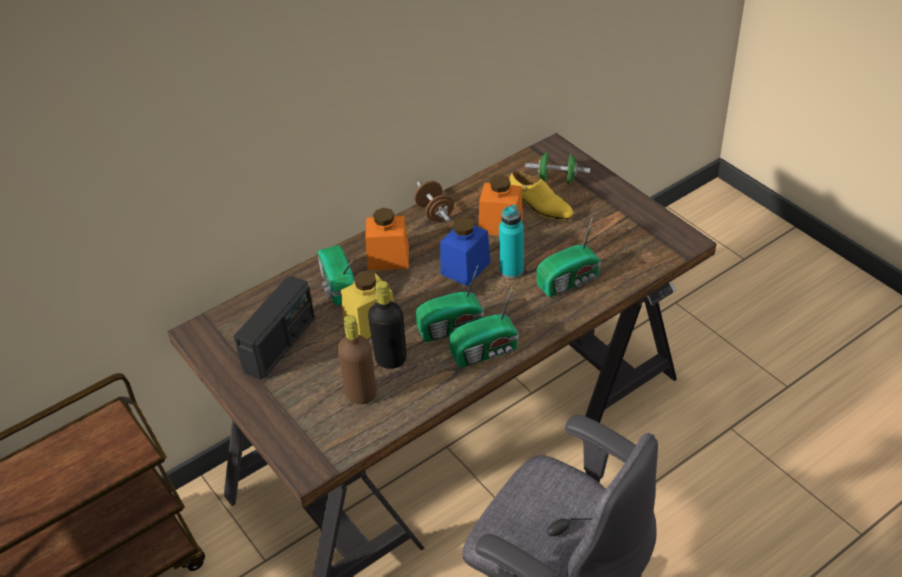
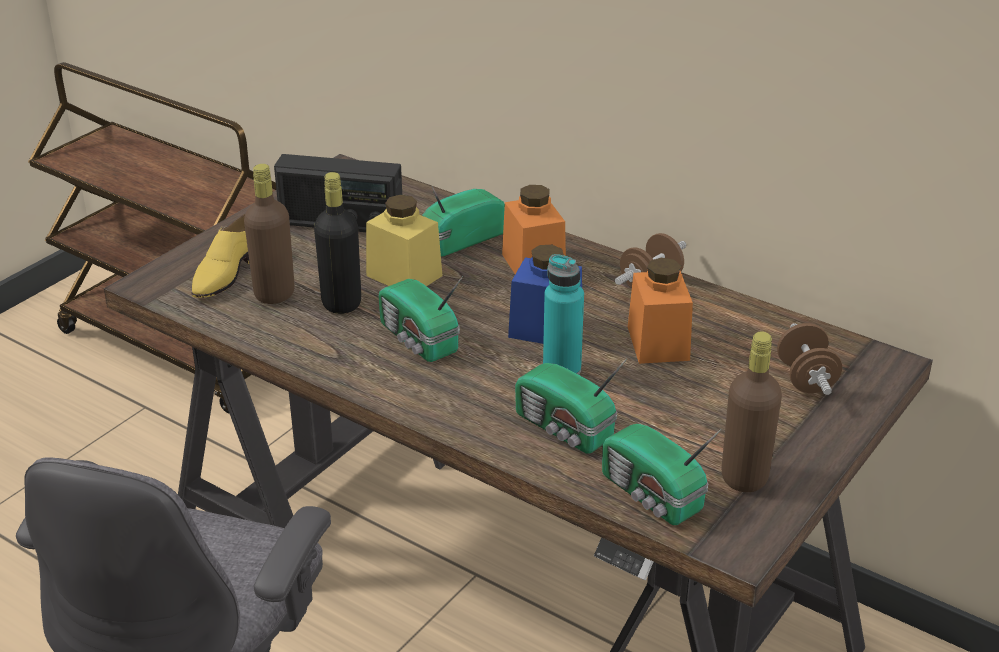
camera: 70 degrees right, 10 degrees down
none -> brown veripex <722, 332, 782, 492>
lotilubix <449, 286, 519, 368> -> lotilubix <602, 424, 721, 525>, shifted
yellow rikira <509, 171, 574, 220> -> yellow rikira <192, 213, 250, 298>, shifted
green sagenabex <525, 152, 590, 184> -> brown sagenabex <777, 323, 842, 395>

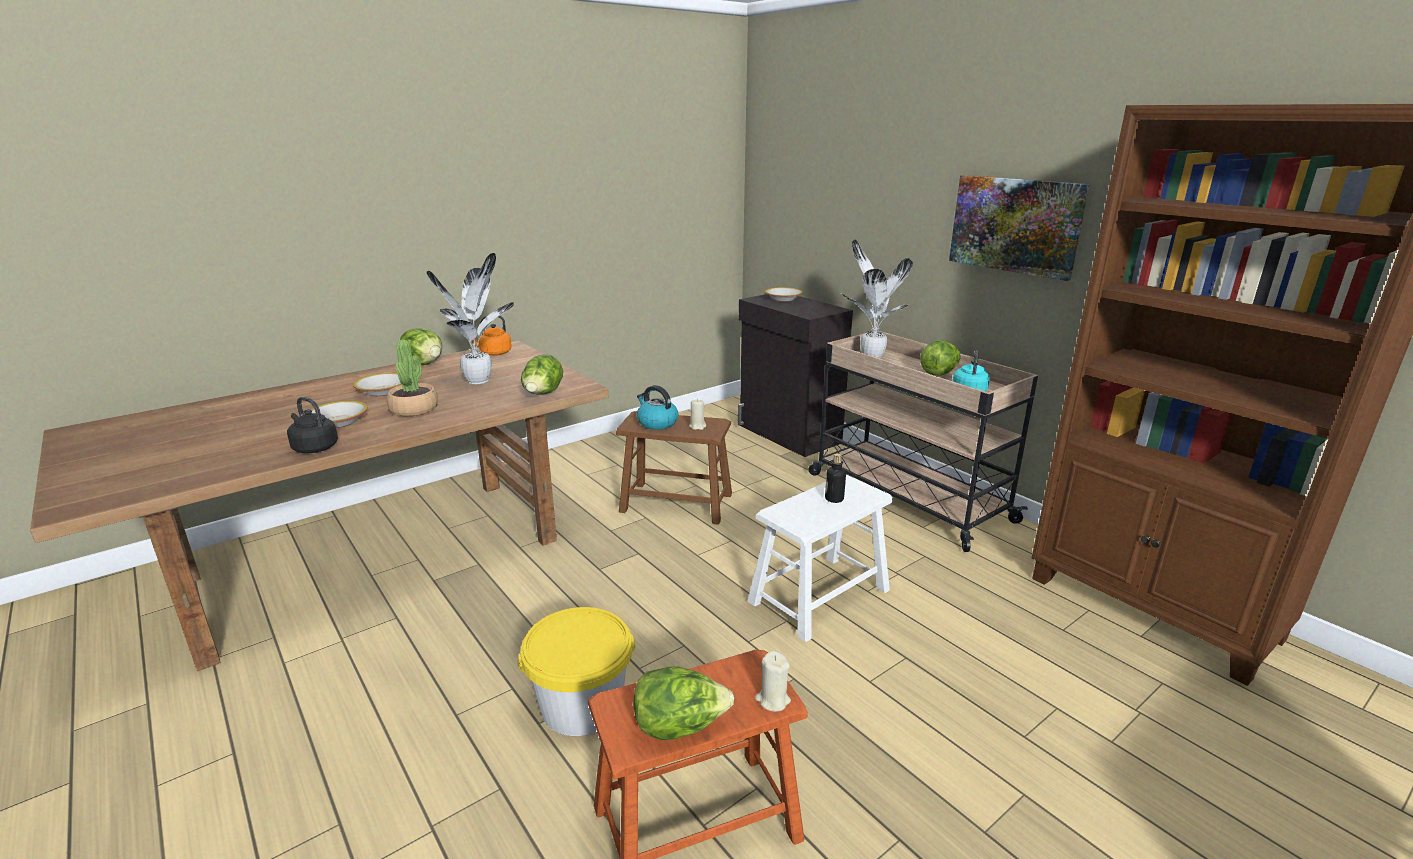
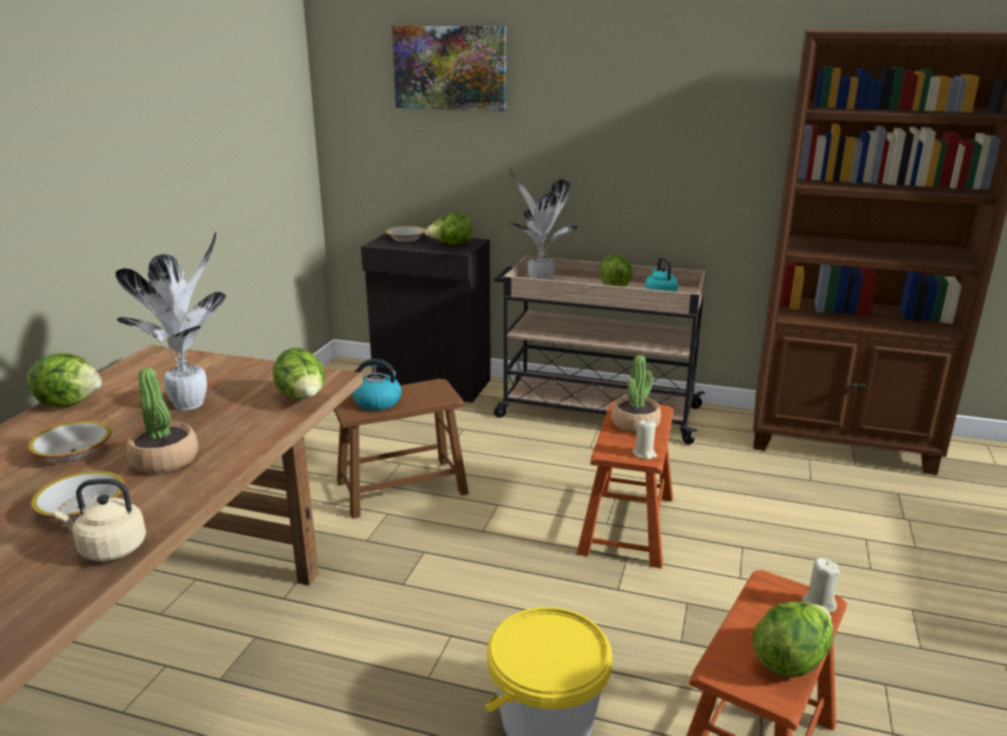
camera: 35 degrees left, 0 degrees up
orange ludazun <475, 316, 512, 355> -> none
none -> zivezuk <425, 213, 472, 245>
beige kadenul <689, 400, 706, 430> -> beige kadenul <633, 419, 657, 460>, shifted
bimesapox <949, 175, 1090, 281> -> bimesapox <392, 26, 506, 111>, shifted
veripex <825, 453, 846, 503> -> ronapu <611, 355, 661, 433>
black ludazun <287, 397, 338, 453> -> beige ludazun <55, 479, 146, 561>
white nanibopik <747, 475, 893, 642> -> brown nanibopik <577, 400, 674, 568>

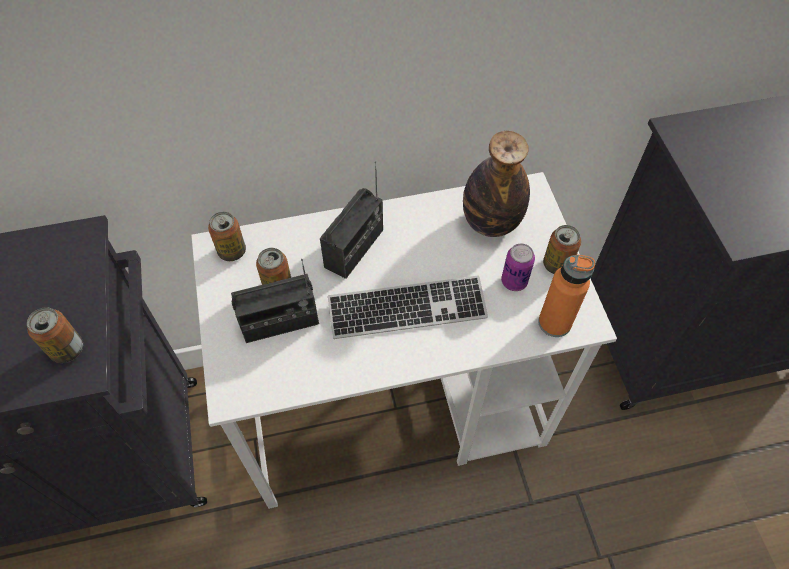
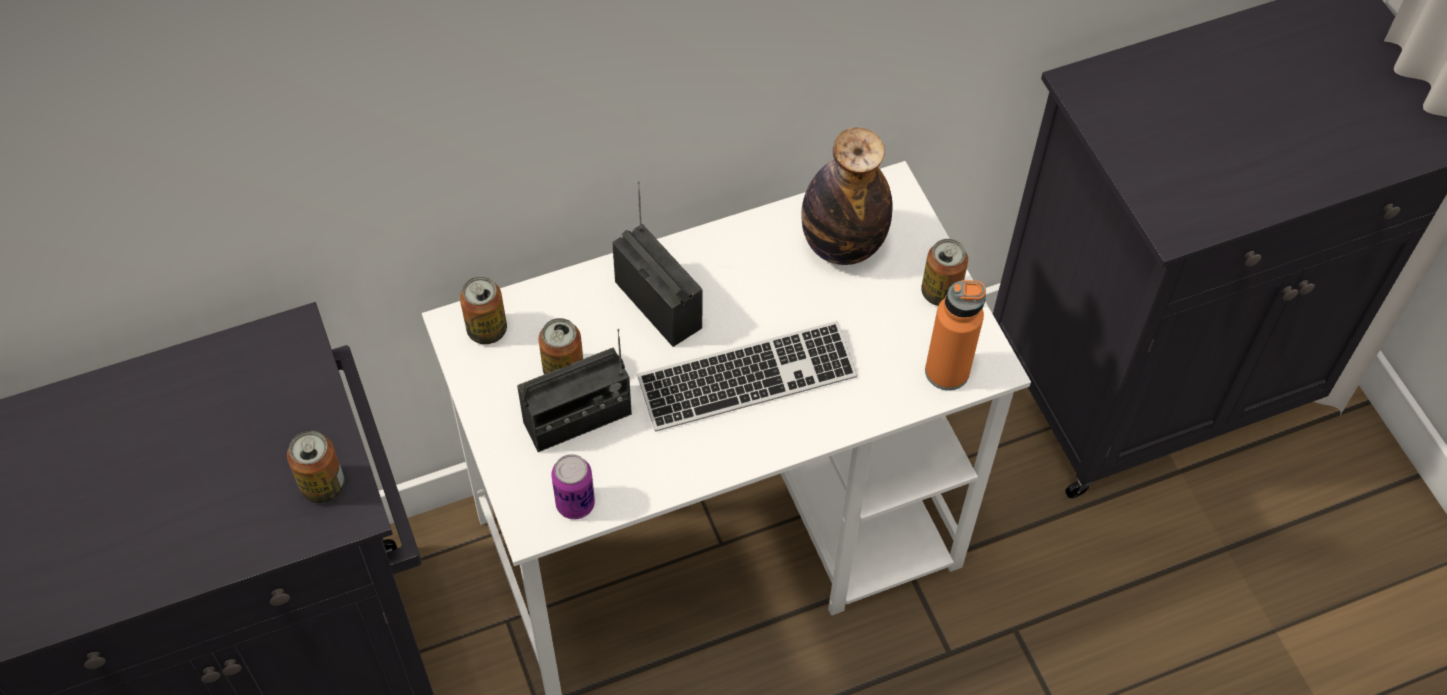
camera: 10 degrees left, 0 degrees up
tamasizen <501, 244, 535, 291> -> tamasizen <551, 454, 595, 519>, shifted
lotilubix <320, 161, 383, 279> -> lotilubix <612, 181, 702, 347>, 60 degrees counterclockwise

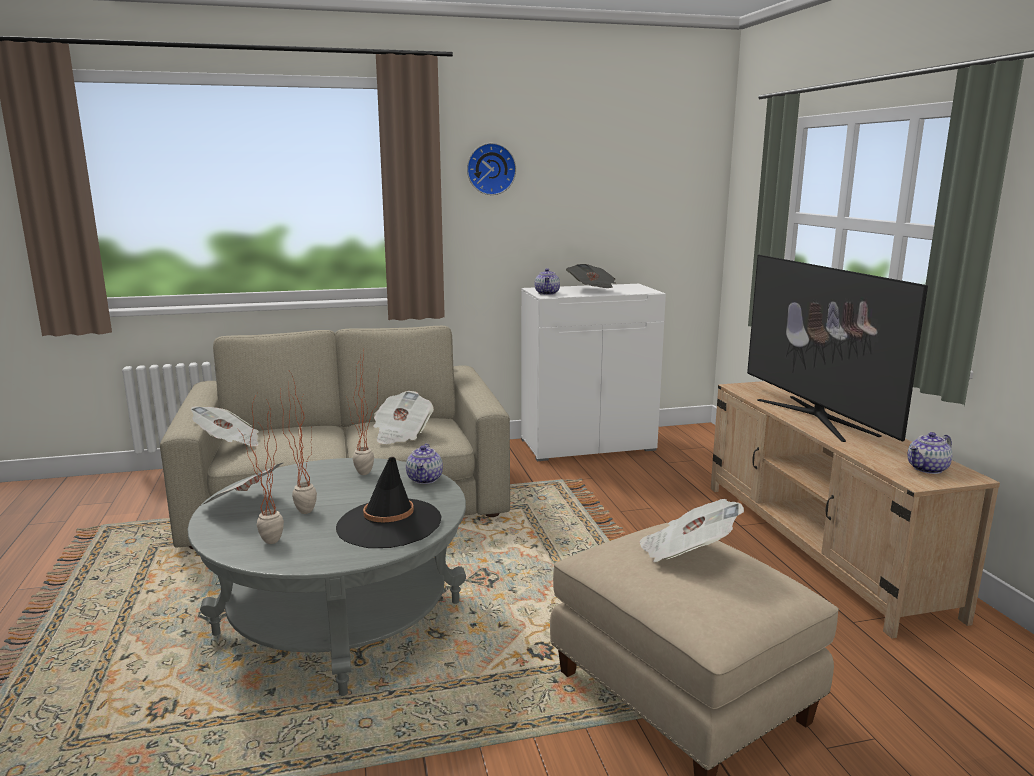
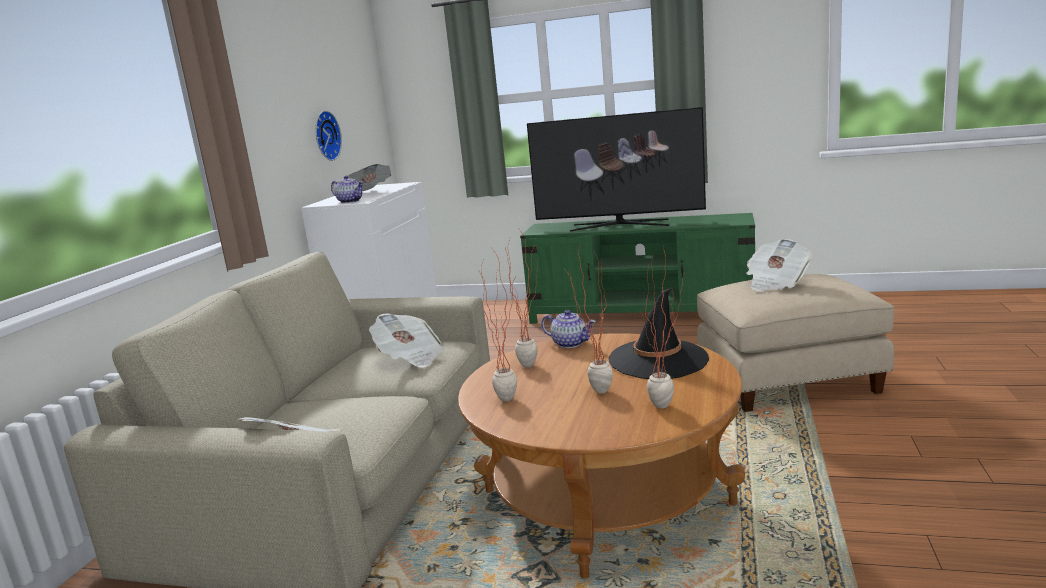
camera: 60 degrees left, 0 degrees up
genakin <200, 463, 283, 506> -> none
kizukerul <908, 432, 953, 474> -> none
none -> ronapu <480, 253, 517, 401>
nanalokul <467, 143, 516, 195> -> nanalokul <315, 111, 342, 161>, shifted
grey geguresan <187, 458, 466, 696> -> brown geguresan <458, 333, 745, 579>
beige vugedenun <711, 381, 1000, 638> -> green vugedenun <520, 213, 755, 324>

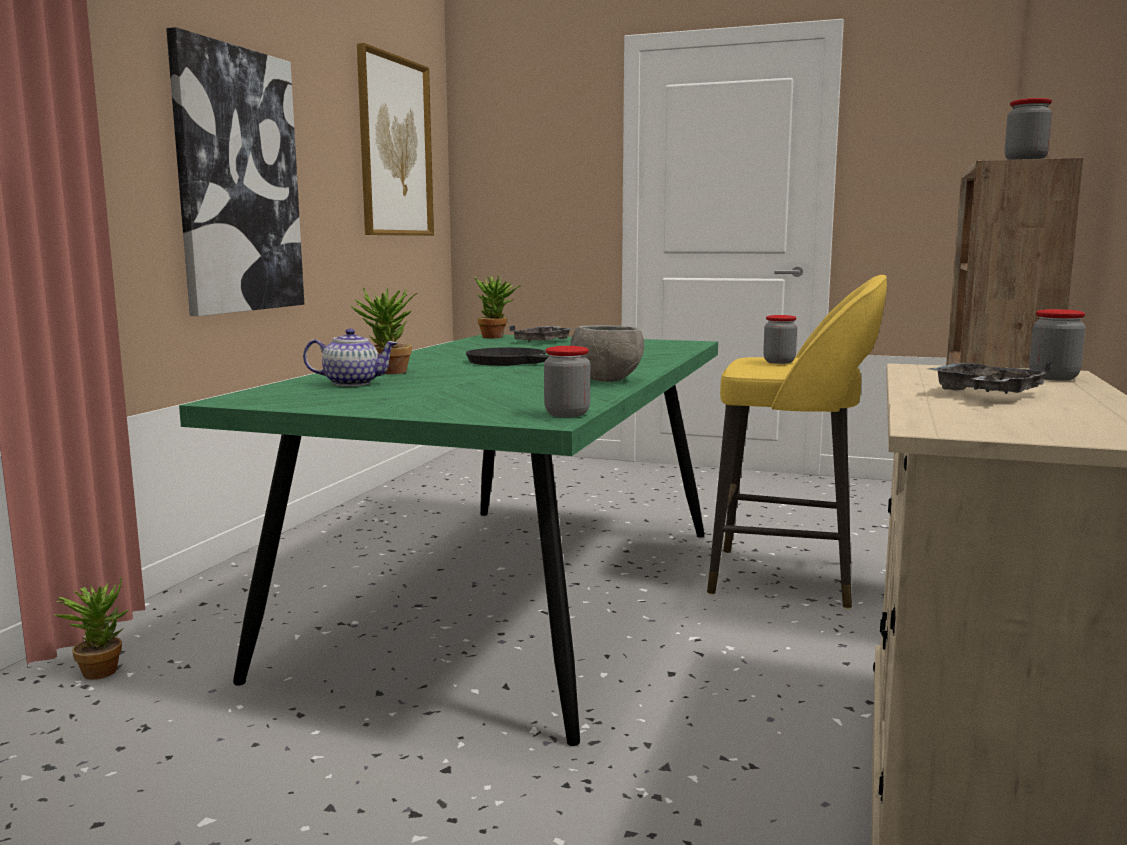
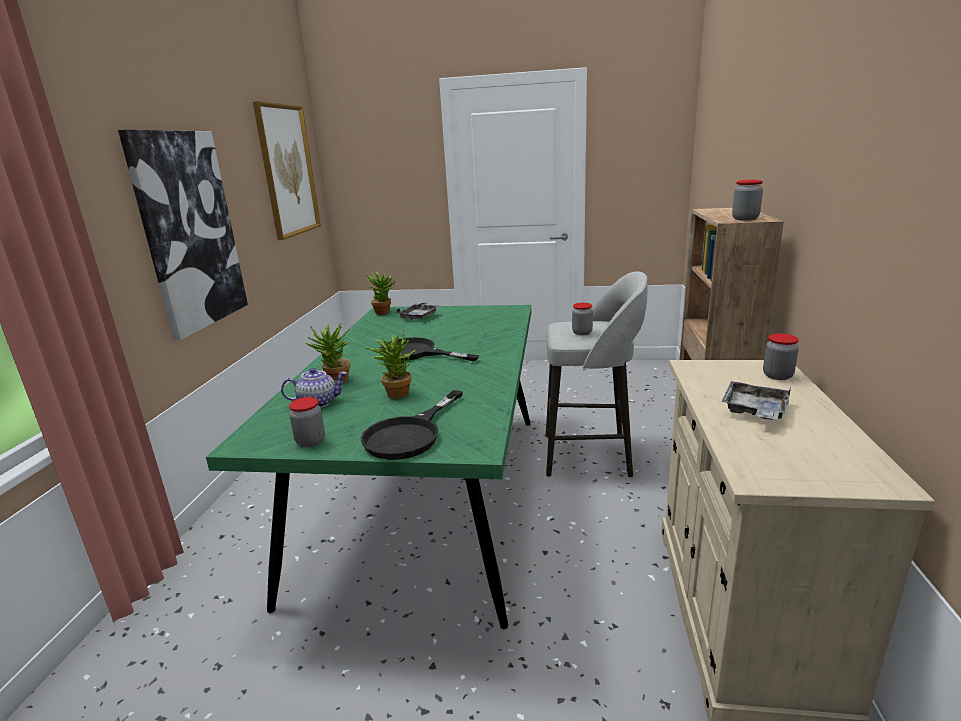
camera: 10 degrees left, 10 degrees up
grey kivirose <570, 325, 644, 382> -> none
none -> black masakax <361, 390, 463, 460>
ronapu <54, 577, 128, 680> -> ronapu <364, 329, 416, 399>, shifted
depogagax <544, 346, 590, 417> -> depogagax <289, 397, 325, 447>, shifted
yellow nanibopik <707, 275, 887, 609> -> grey nanibopik <545, 271, 648, 477>

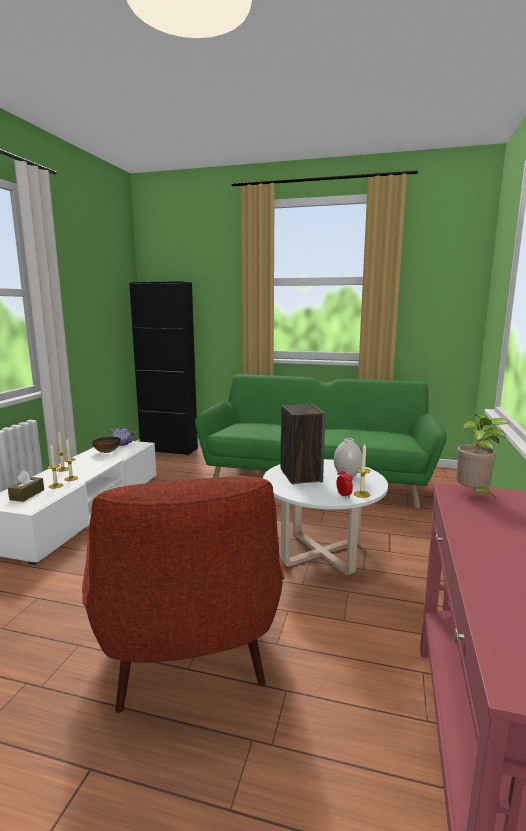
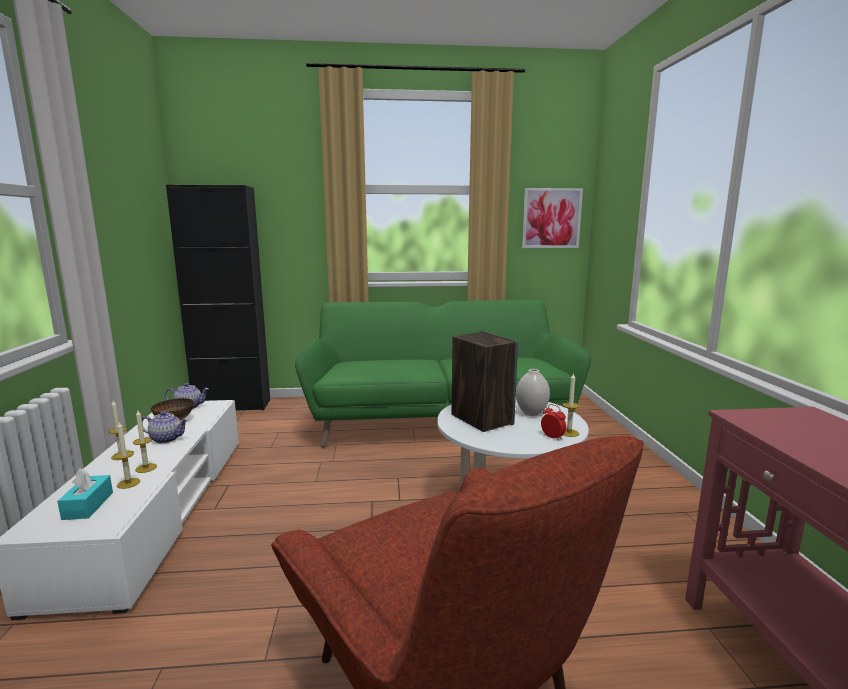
camera: 20 degrees left, 0 degrees up
ronapu <456, 414, 509, 501> -> none
none -> kizukerul <142, 411, 188, 443>
none -> bimesapox <522, 188, 583, 248>
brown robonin <8, 470, 44, 502> -> turquoise robonin <57, 469, 113, 520>

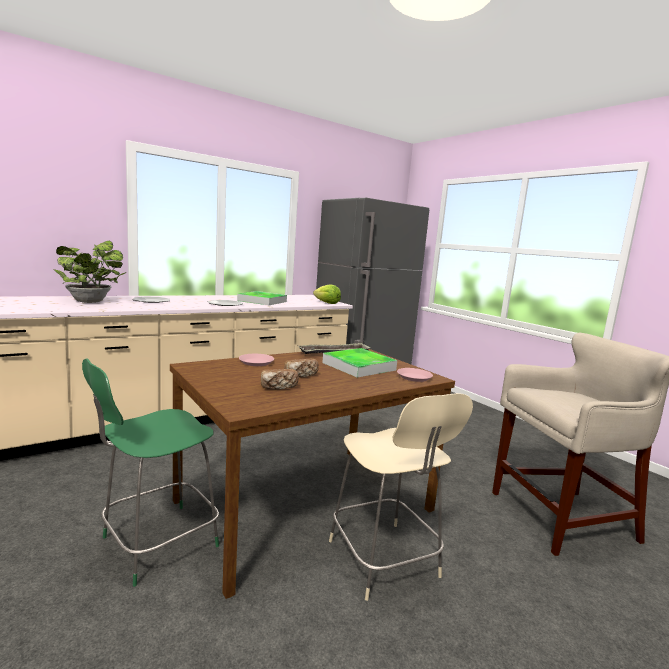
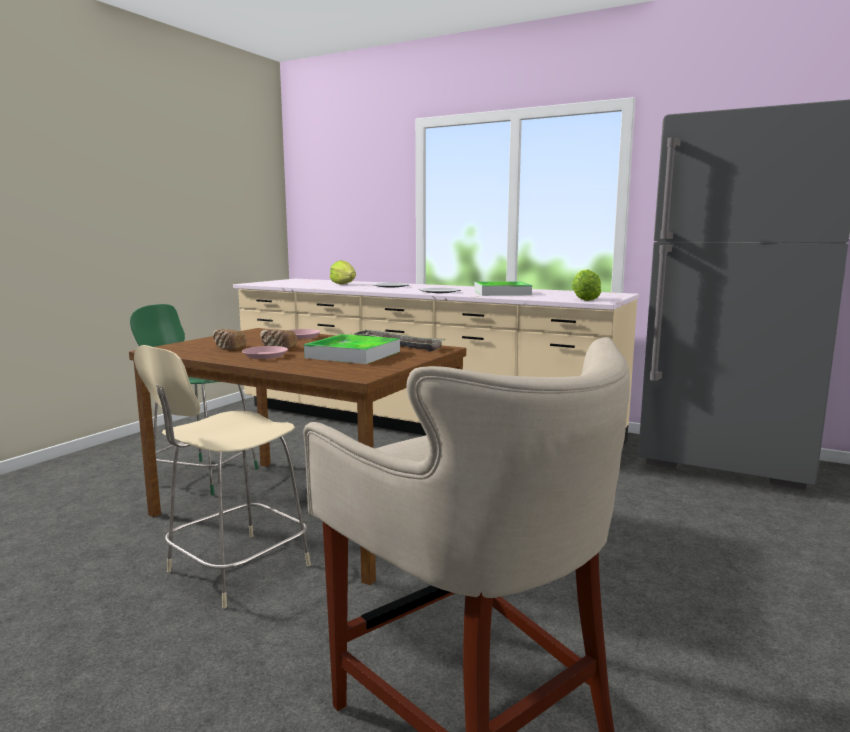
camera: 65 degrees right, 0 degrees up
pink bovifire <397, 368, 433, 382> -> pink bovifire <242, 346, 288, 359>, shifted
ronapu <53, 241, 126, 303> -> zivezuk <330, 260, 356, 284>

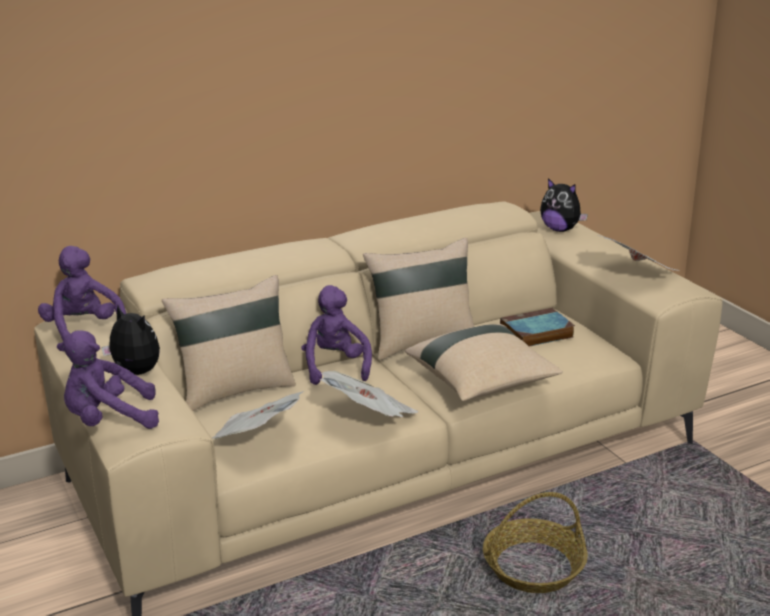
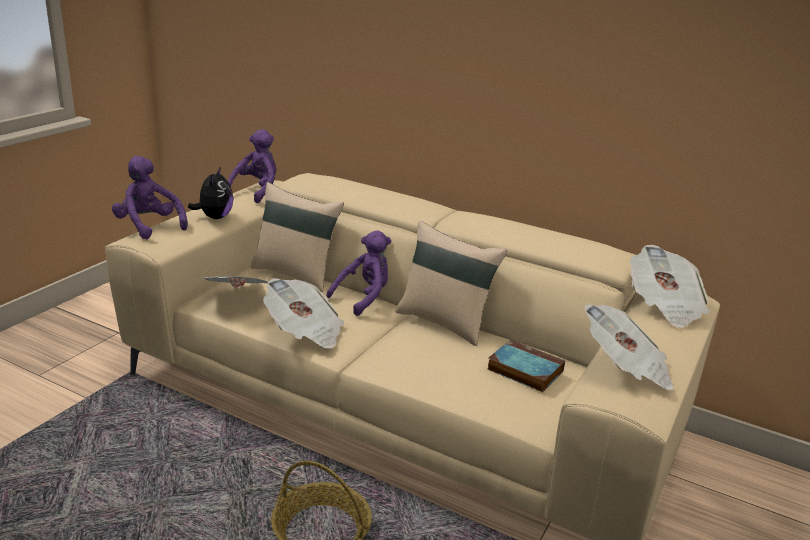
camera: 55 degrees right, 0 degrees up
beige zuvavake <405, 324, 563, 401> -> none
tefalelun <540, 178, 588, 232> -> genakin <630, 245, 711, 328>

